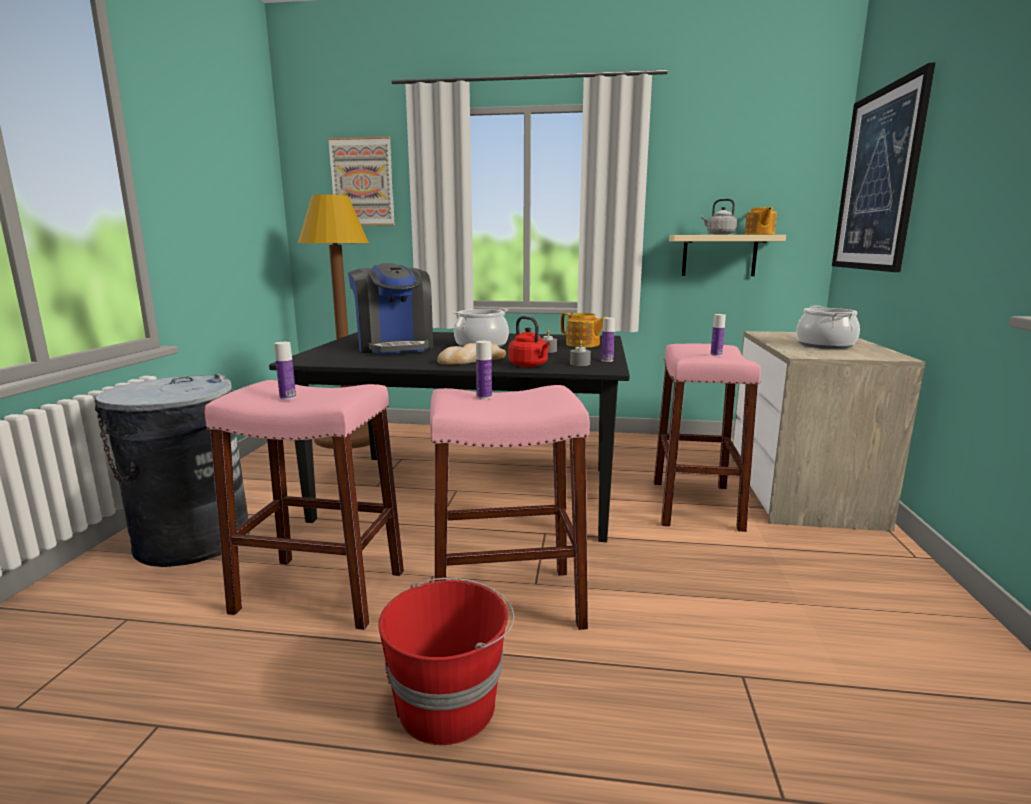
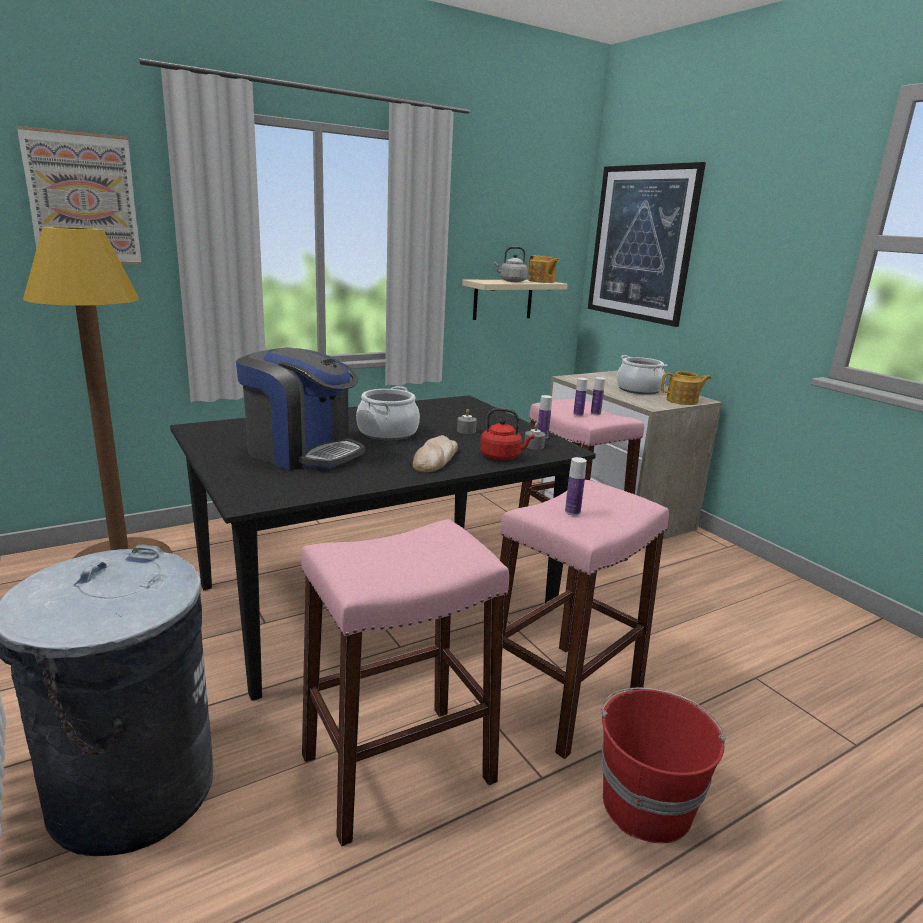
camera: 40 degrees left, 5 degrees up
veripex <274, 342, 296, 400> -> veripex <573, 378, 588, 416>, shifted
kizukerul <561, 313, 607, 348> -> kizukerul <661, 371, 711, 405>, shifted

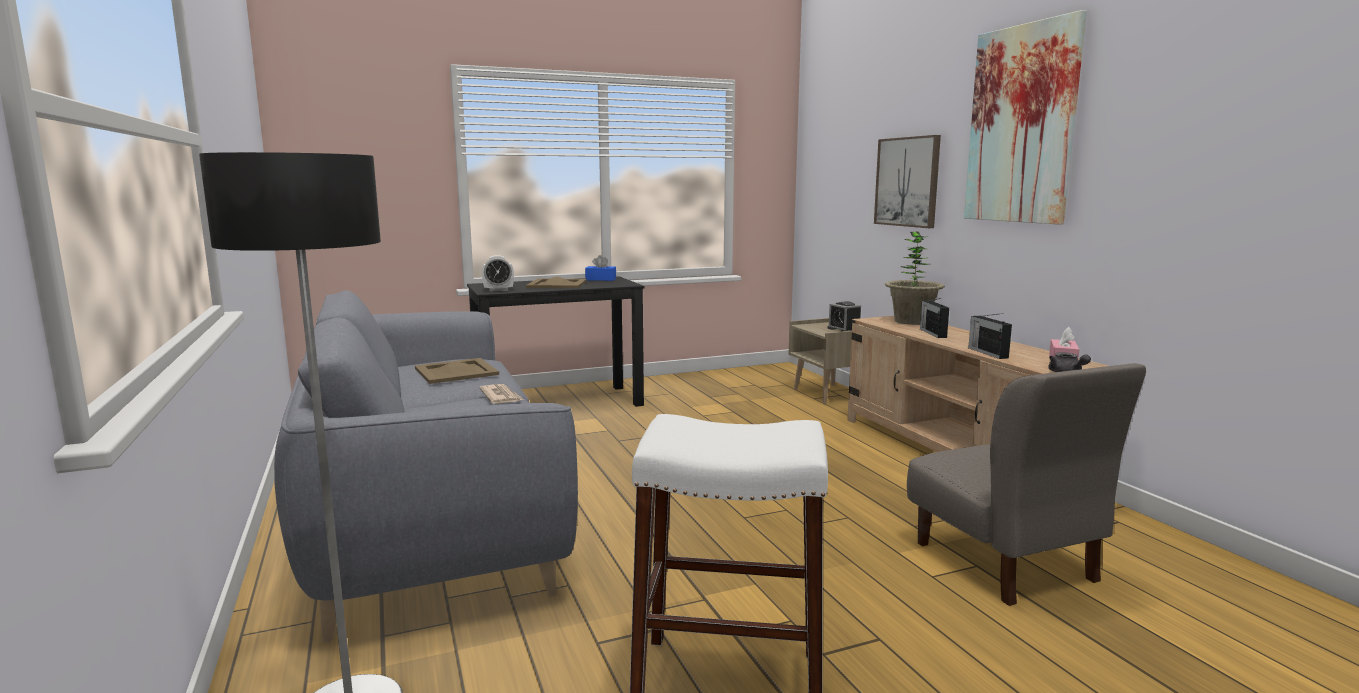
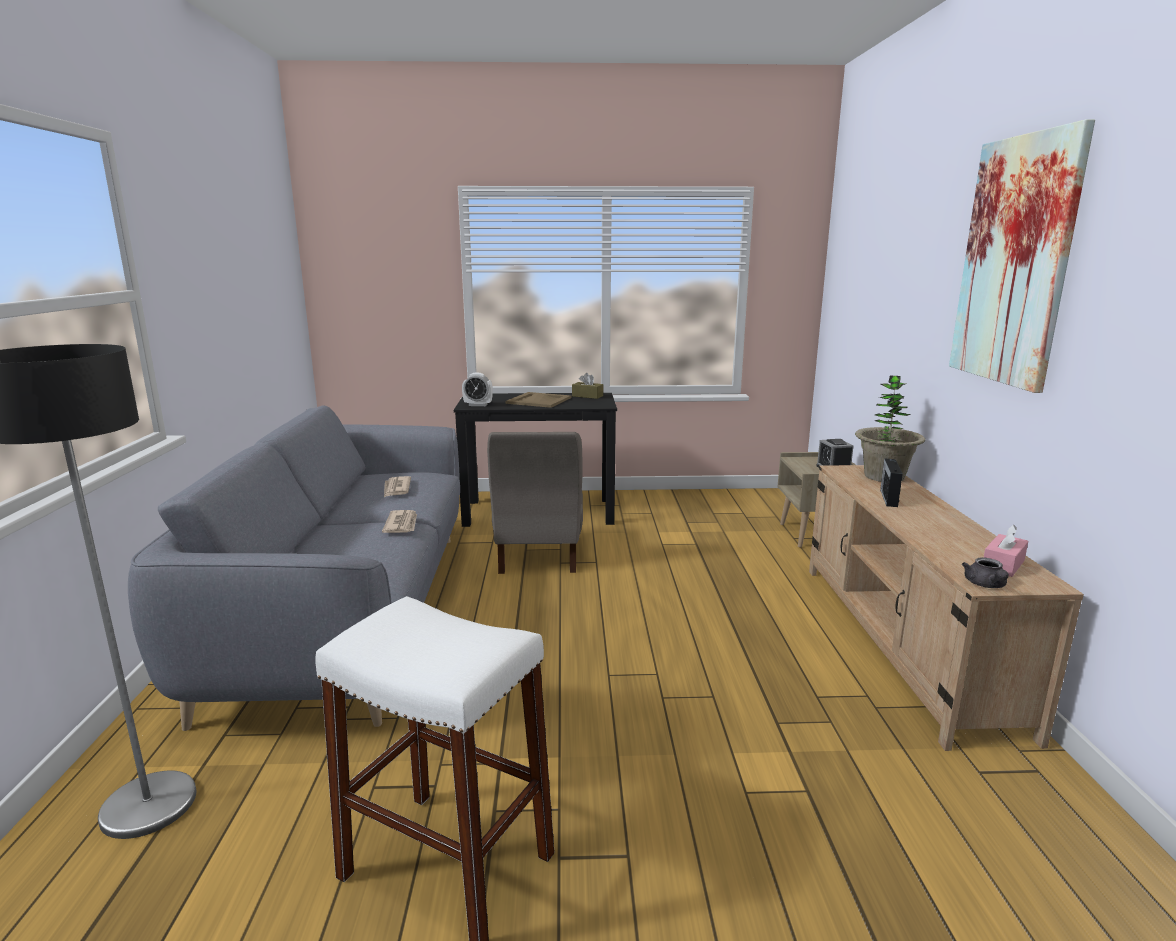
camera: 20 degrees right, 5 degrees up
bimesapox <874, 135, 941, 228> -> none
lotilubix <968, 313, 1012, 359> -> none
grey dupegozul <907, 363, 1146, 606> -> grey dupegozul <487, 432, 583, 574>, shifted
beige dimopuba <415, 358, 499, 384> -> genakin <384, 476, 411, 497>
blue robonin <585, 255, 616, 281> -> brown robonin <572, 373, 603, 399>

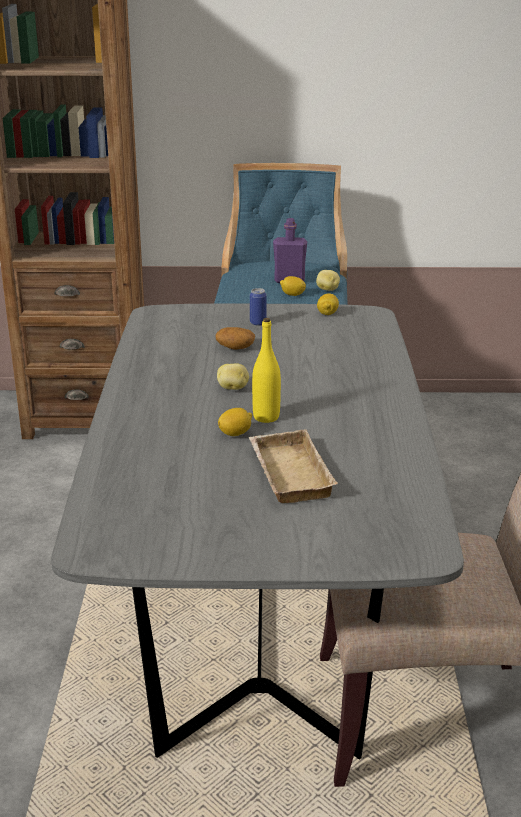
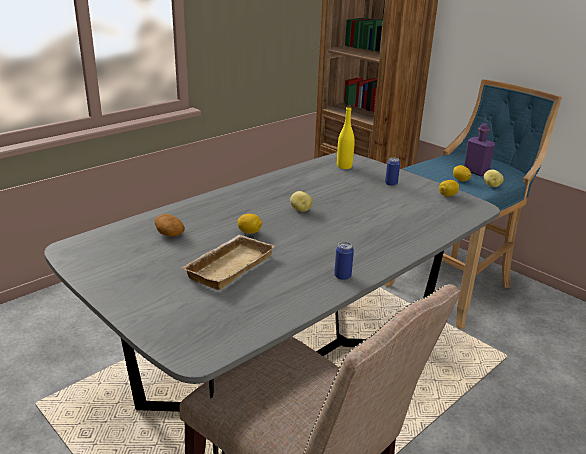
camera: 45 degrees right, 0 degrees up
none -> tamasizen <334, 242, 354, 280>
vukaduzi <216, 327, 255, 349> -> vukaduzi <155, 214, 185, 237>, shifted
yellow veripex <252, 318, 281, 423> -> yellow veripex <337, 105, 355, 169>, shifted

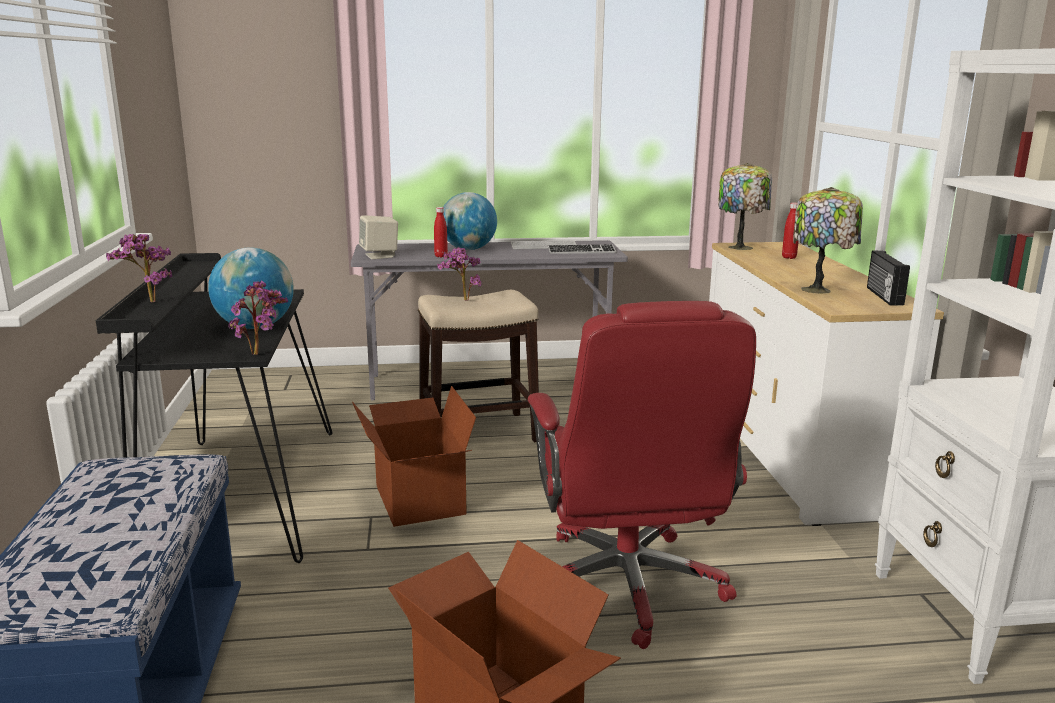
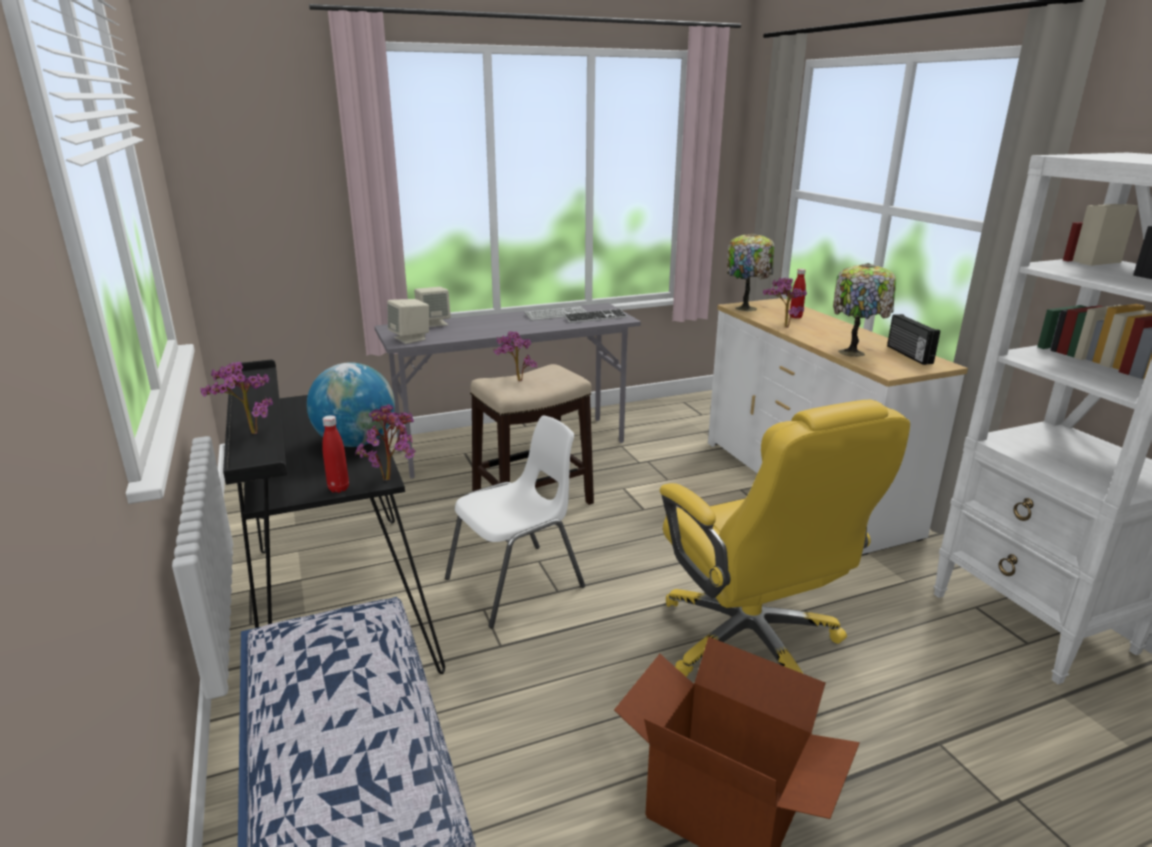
camera: 15 degrees left, 5 degrees up
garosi <443, 192, 497, 250> -> none
none -> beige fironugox <414, 287, 451, 327>
none -> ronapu <763, 277, 807, 328>
red veripex <434, 207, 448, 258> -> red veripex <322, 415, 349, 493>, shifted
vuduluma <352, 386, 476, 527> -> white dupegozul <445, 415, 585, 628>
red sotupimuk <528, 301, 756, 649> -> yellow sotupimuk <660, 400, 910, 677>

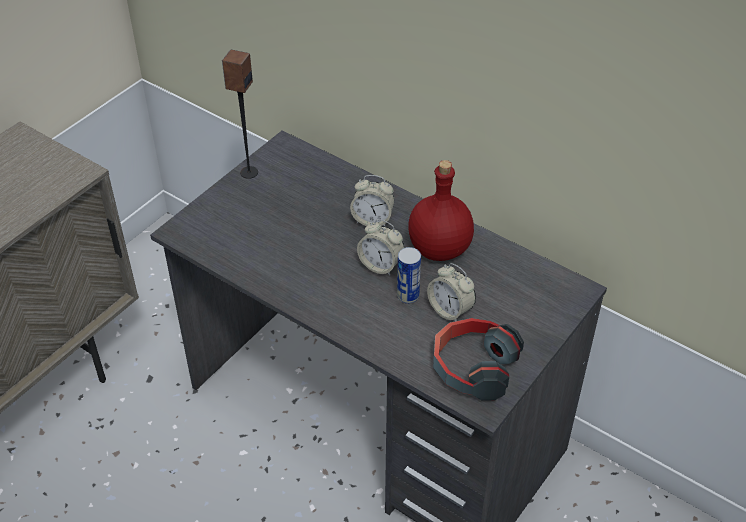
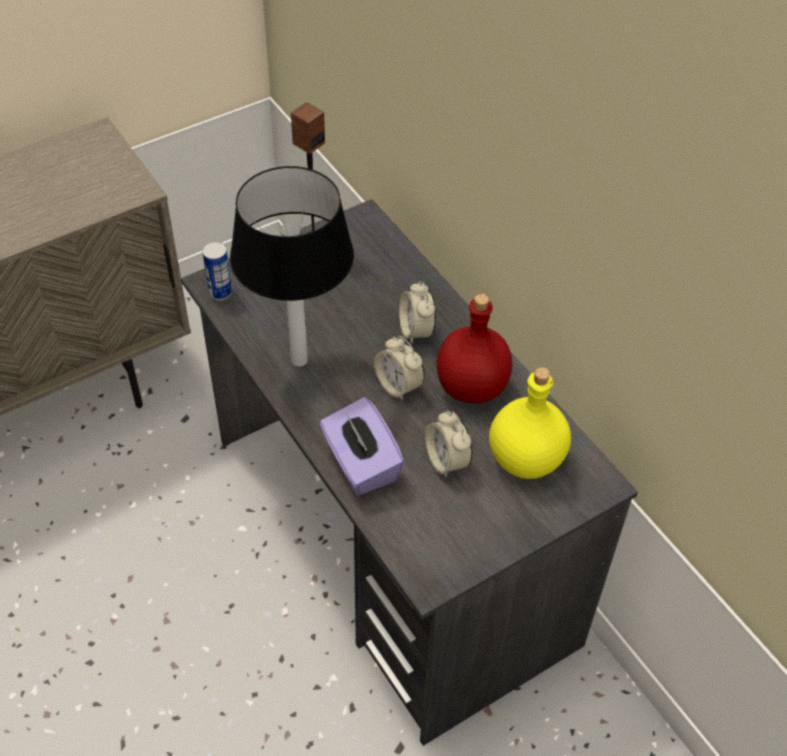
camera: 20 degrees right, 5 degrees up
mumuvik <433, 318, 524, 401> -> none
none -> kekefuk <230, 166, 354, 367>
none -> purple robonin <320, 397, 405, 496>
none -> yellow veripex <489, 367, 571, 479>
tamasizen <397, 247, 421, 304> -> tamasizen <202, 242, 232, 301>, shifted
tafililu <350, 175, 395, 227> -> tafililu <399, 281, 436, 345>, 45 degrees clockwise

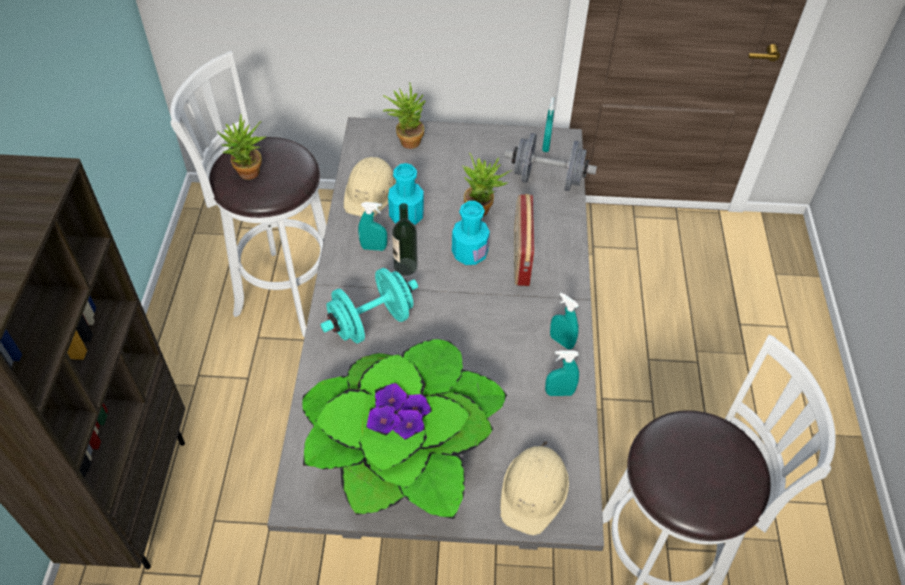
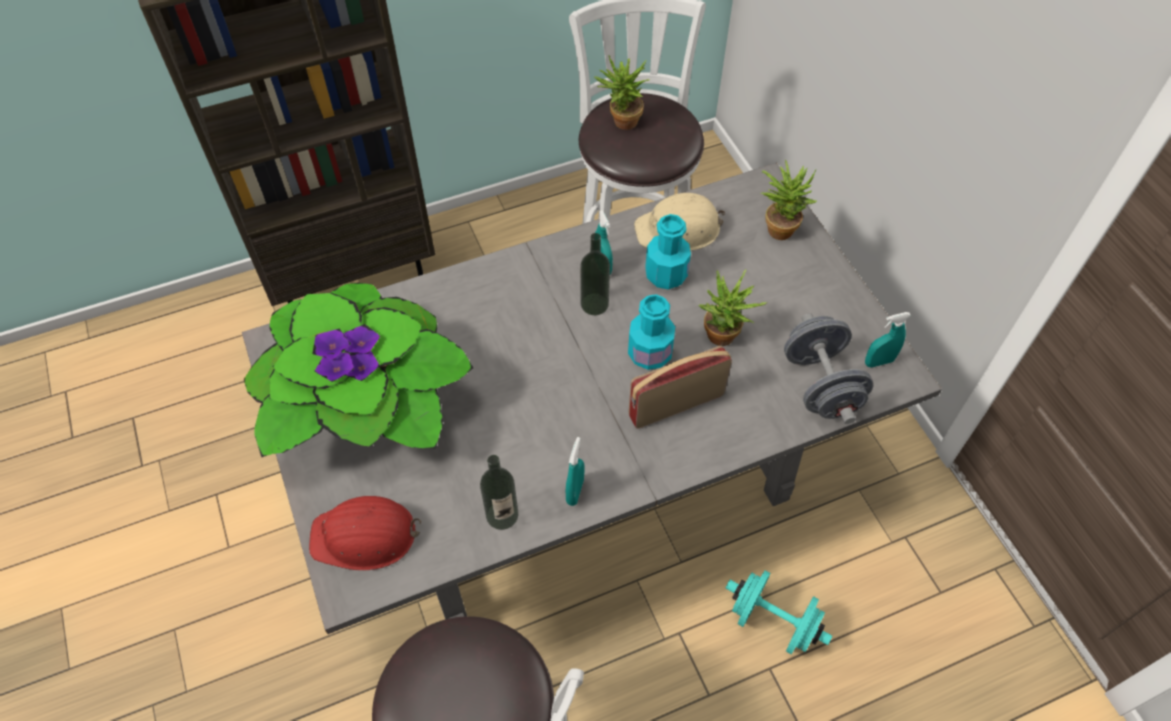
camera: 65 degrees right, 5 degrees up
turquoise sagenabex <320, 268, 418, 344> -> turquoise sagenabex <726, 570, 832, 654>, shifted
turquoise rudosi <545, 351, 579, 396> -> veripex <480, 455, 518, 530>
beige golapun <500, 442, 569, 535> -> red golapun <309, 496, 421, 570>

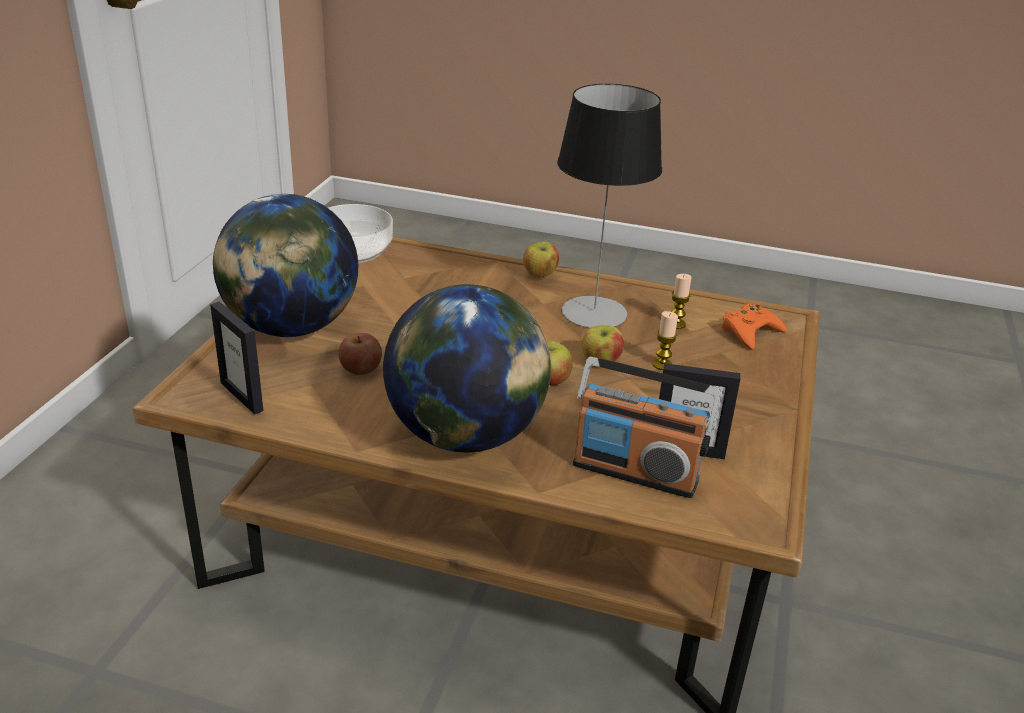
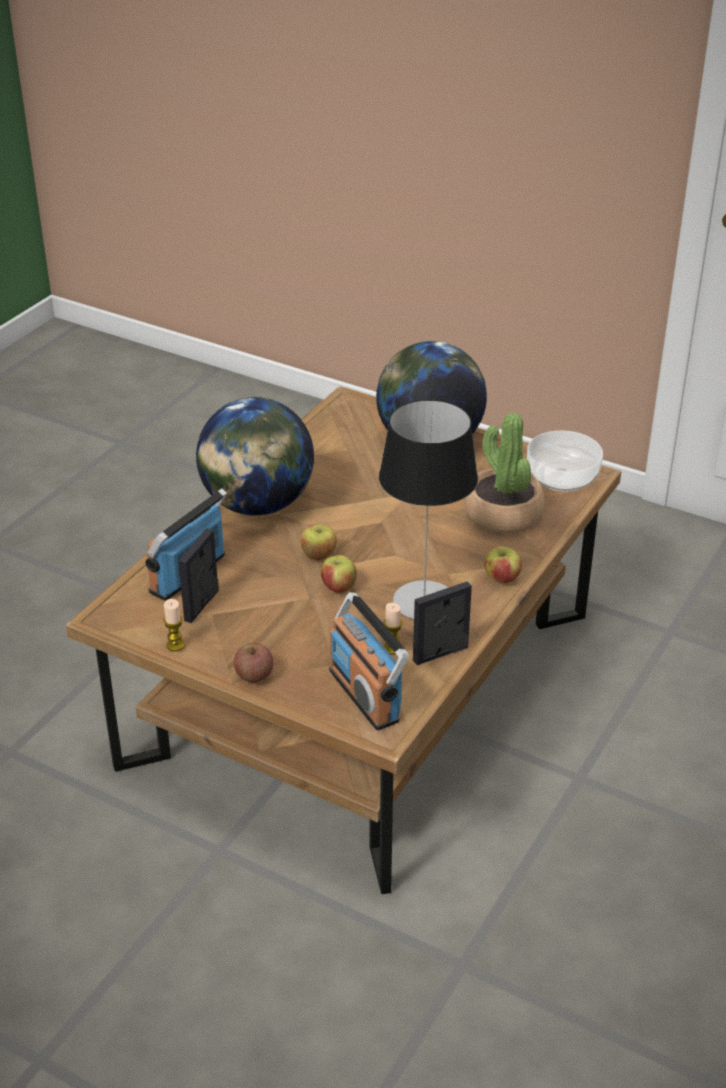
camera: 105 degrees right, 5 degrees up
none -> ronapu <465, 413, 544, 533>
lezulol <210, 302, 264, 414> -> lezulol <413, 581, 472, 665>, shifted
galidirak <338, 333, 382, 375> -> galidirak <234, 643, 273, 683>, shifted
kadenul <653, 311, 678, 370> -> kadenul <163, 599, 185, 651>, shifted
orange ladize <722, 304, 787, 350> -> lotilubix <329, 592, 409, 730>

